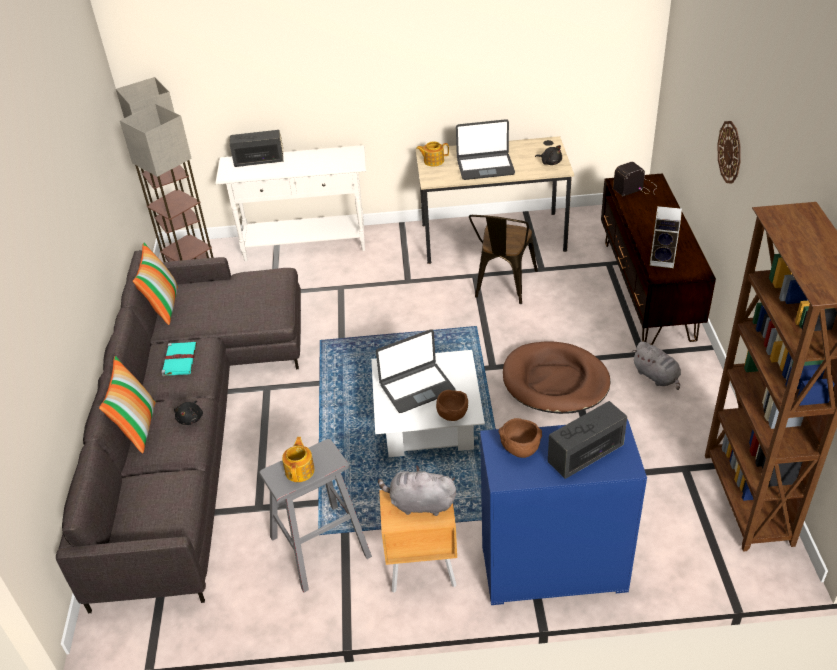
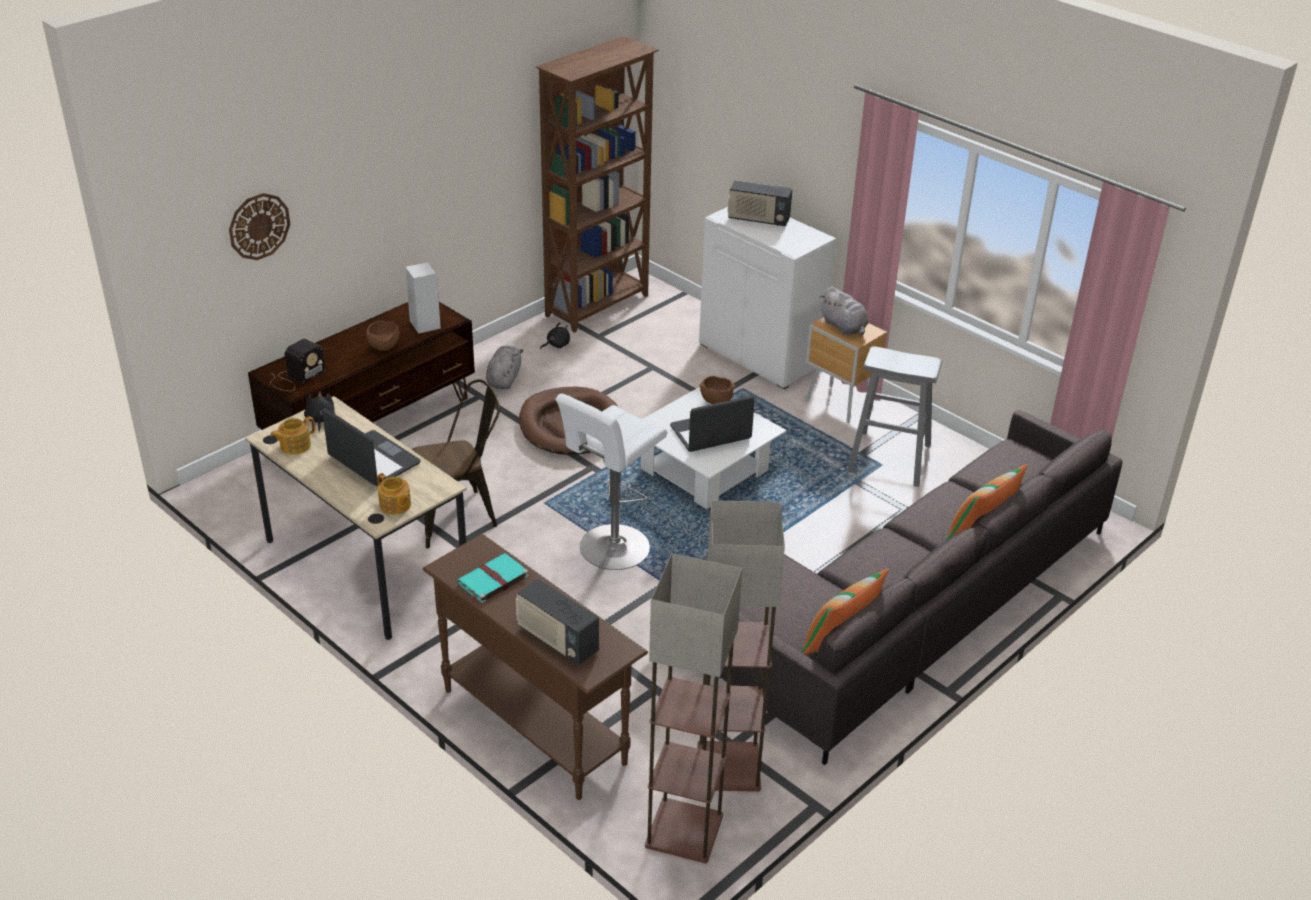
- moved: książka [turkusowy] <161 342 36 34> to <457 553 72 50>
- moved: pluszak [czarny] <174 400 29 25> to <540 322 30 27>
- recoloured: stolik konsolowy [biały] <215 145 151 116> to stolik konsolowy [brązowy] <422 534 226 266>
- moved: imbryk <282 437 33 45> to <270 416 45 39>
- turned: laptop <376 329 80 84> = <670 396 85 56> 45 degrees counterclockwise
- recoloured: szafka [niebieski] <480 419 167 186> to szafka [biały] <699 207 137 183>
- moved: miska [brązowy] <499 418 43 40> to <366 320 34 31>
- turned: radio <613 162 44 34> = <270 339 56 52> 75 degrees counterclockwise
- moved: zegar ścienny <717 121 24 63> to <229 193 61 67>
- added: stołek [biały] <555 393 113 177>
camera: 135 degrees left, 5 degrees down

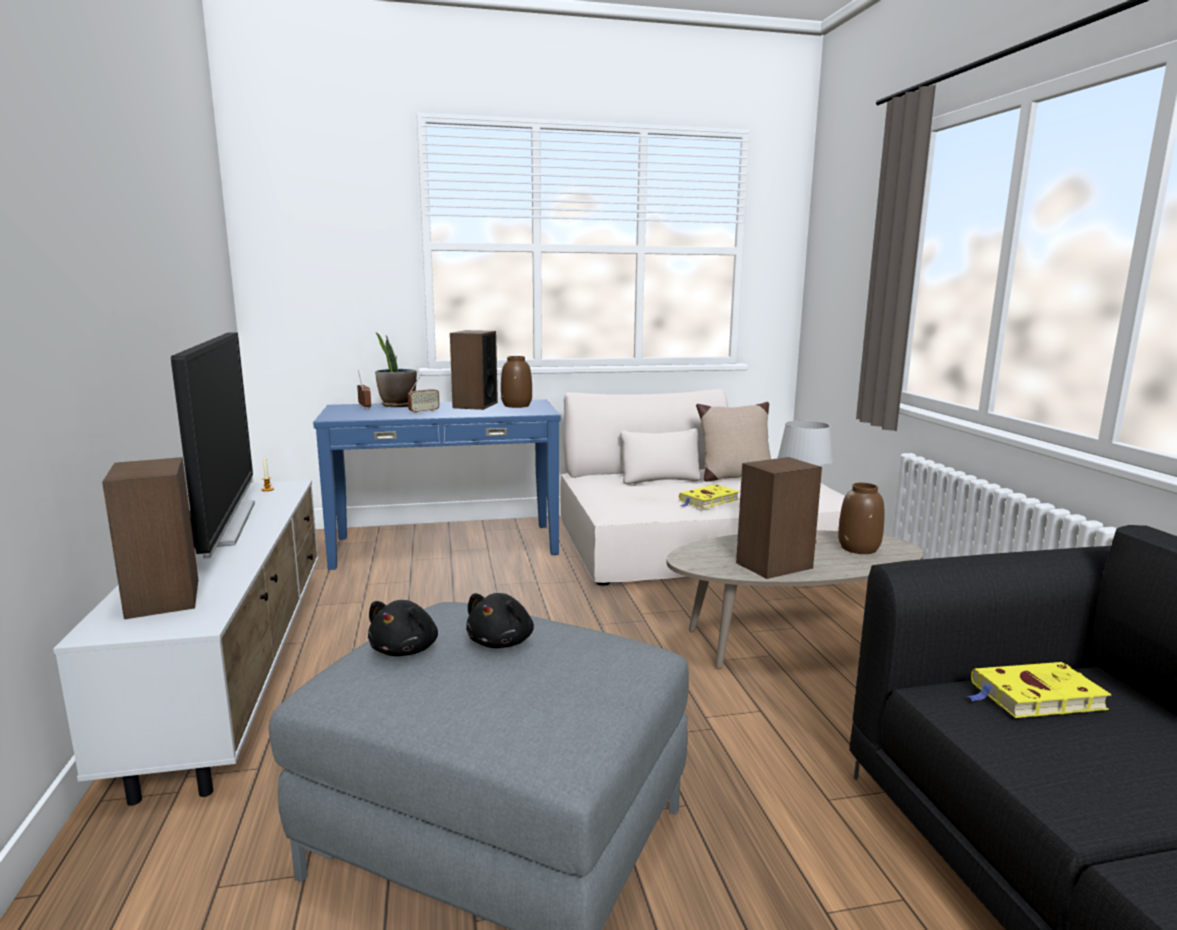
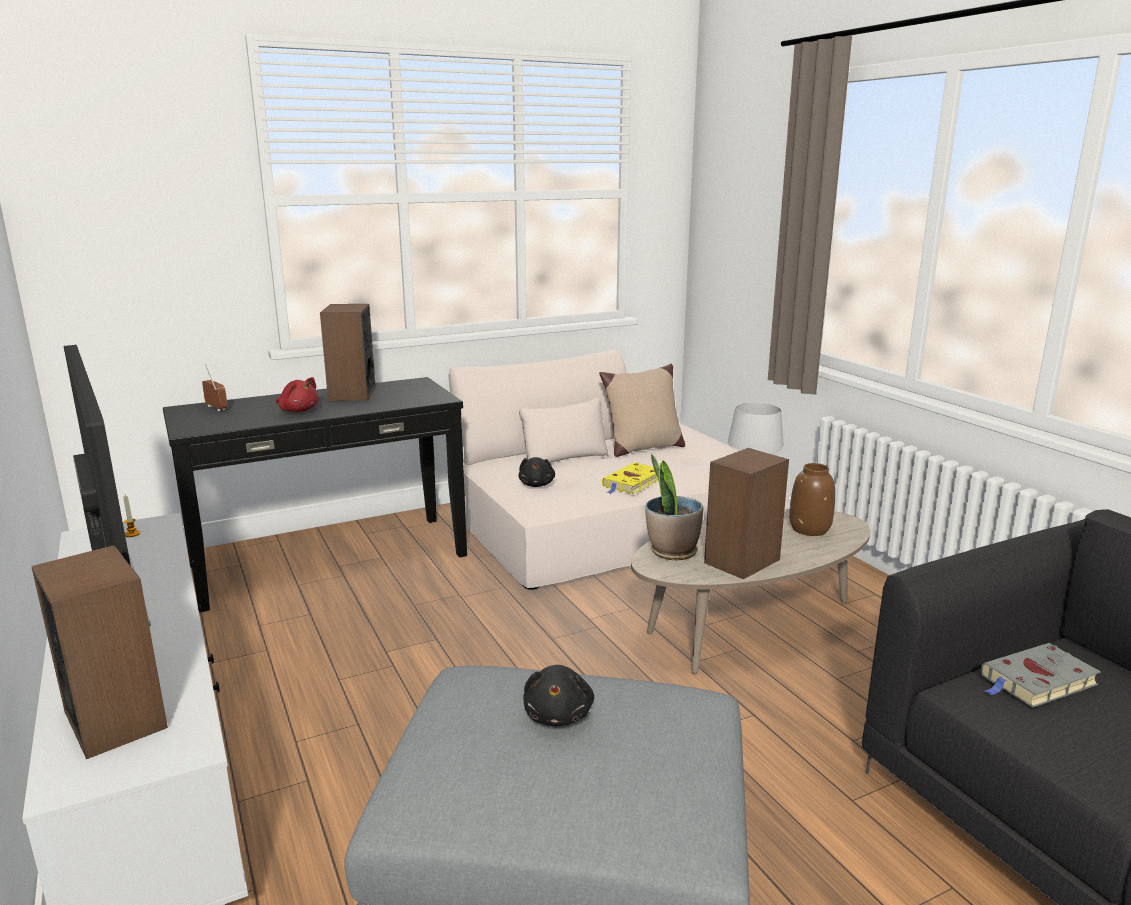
- recoloured: stolik konsolowy [niebieski] <313 399 248 171> to stolik konsolowy [czarny] <163 377 304 235>
- moved: pluszak [czarny] <368 600 70 56> to <518 457 37 30>
- moved: roślina doniczkowa <375 333 42 74> to <645 454 58 107>
- replaced: radio <408 374 32 40> to pluszak [czerwony] <276 377 43 35>
- removed: wazon [brązowy] <501 356 31 52>
- recoloured: książka [żółty] <967 662 145 56> to książka [szary] <981 643 120 65>
camera: 15 degrees left, 5 degrees up

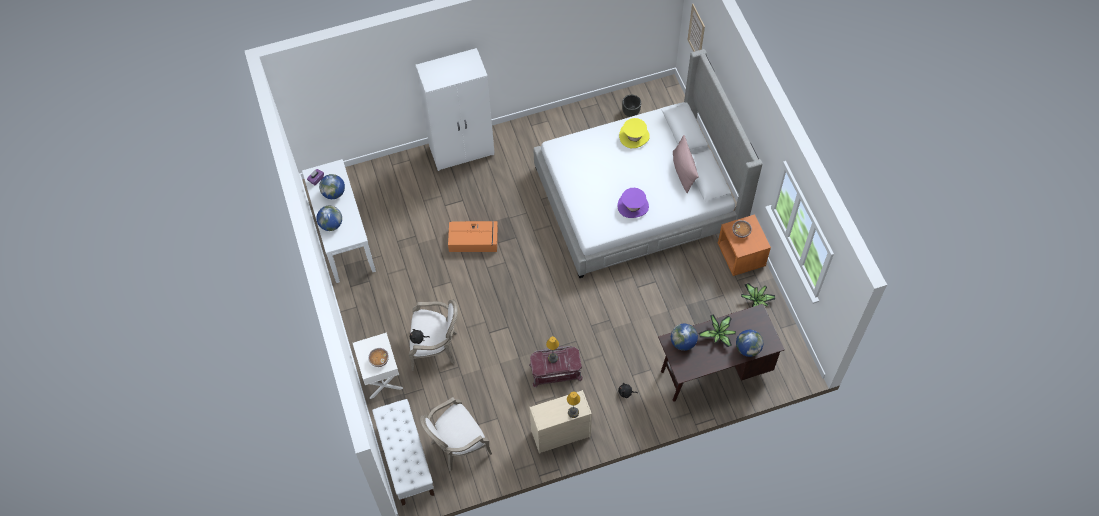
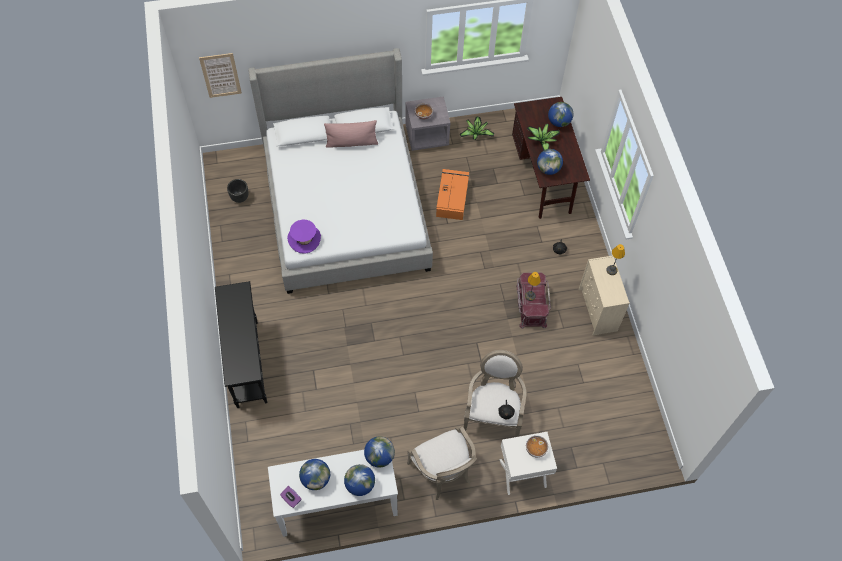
- removed: ławka [biały] <372 399 62 107>
- replaced: szafa [biały] <416 48 78 123> to stolik konsolowy [czarny] <215 281 52 127>
- moved: fotel <420 397 72 74> to <407 426 70 74>
- moved: pojemnik do przechowywania [pomarańczowy] <448 221 50 31> to <436 169 33 51>
- moved: kapelusz [fioletowy] <617 188 32 30> to <287 220 34 34>
- removed: kapelusz [żółty] <619 118 31 30>
- recoloured: szafka nocna [pomarańczowy] <718 214 53 62> to szafka nocna [szary] <405 96 46 55>
- added: globus <364 437 31 31>
camera: 85 degrees left, 0 degrees up

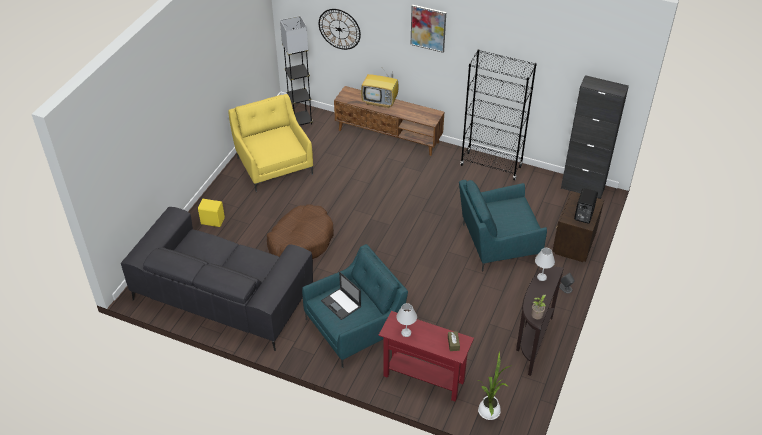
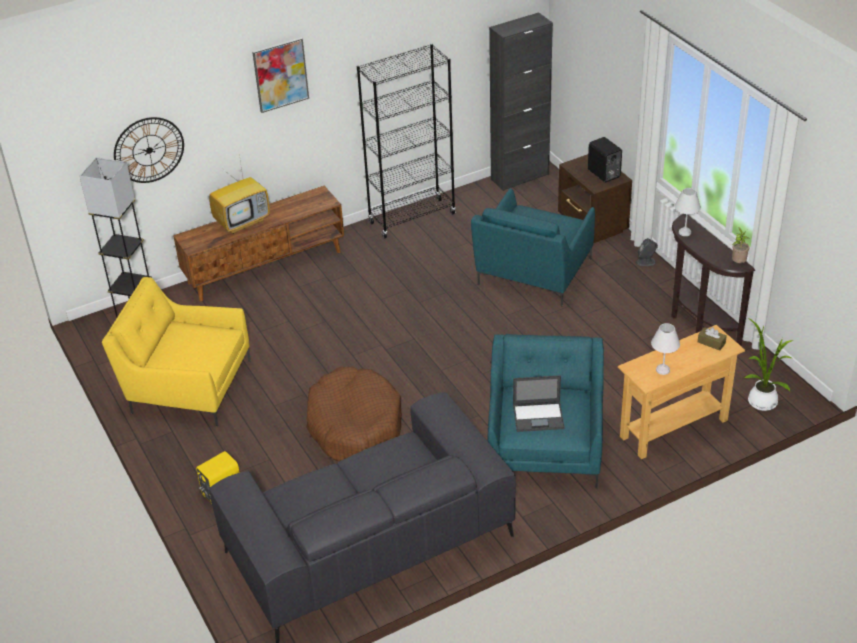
- recoloured: stolik konsolowy [czerwony] <378 311 96 91> to stolik konsolowy [beżowy] <618 325 127 134>
camera: 50 degrees left, 5 degrees down

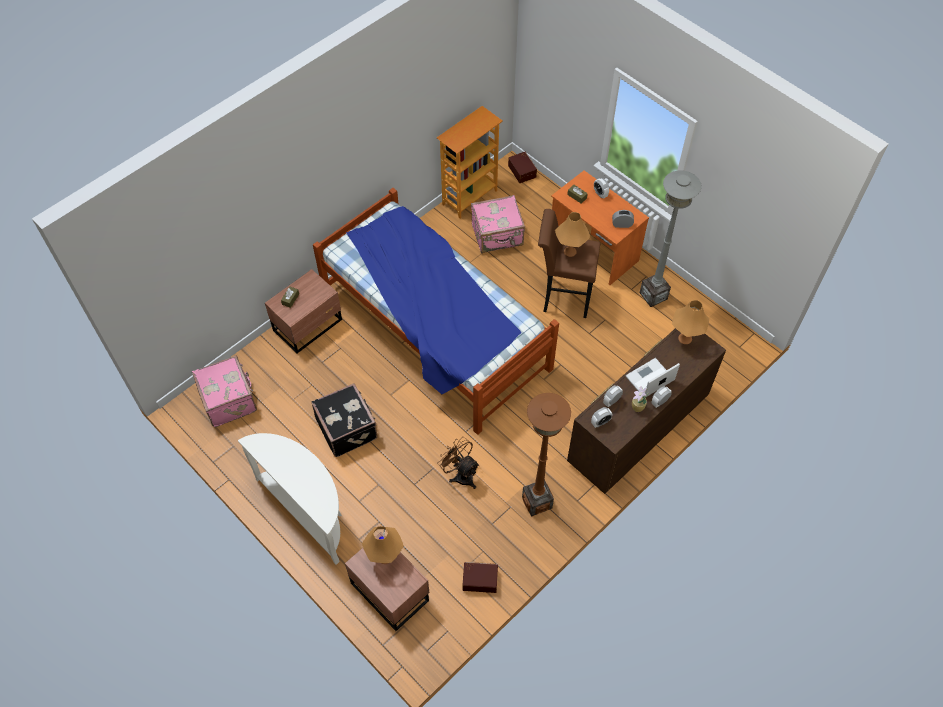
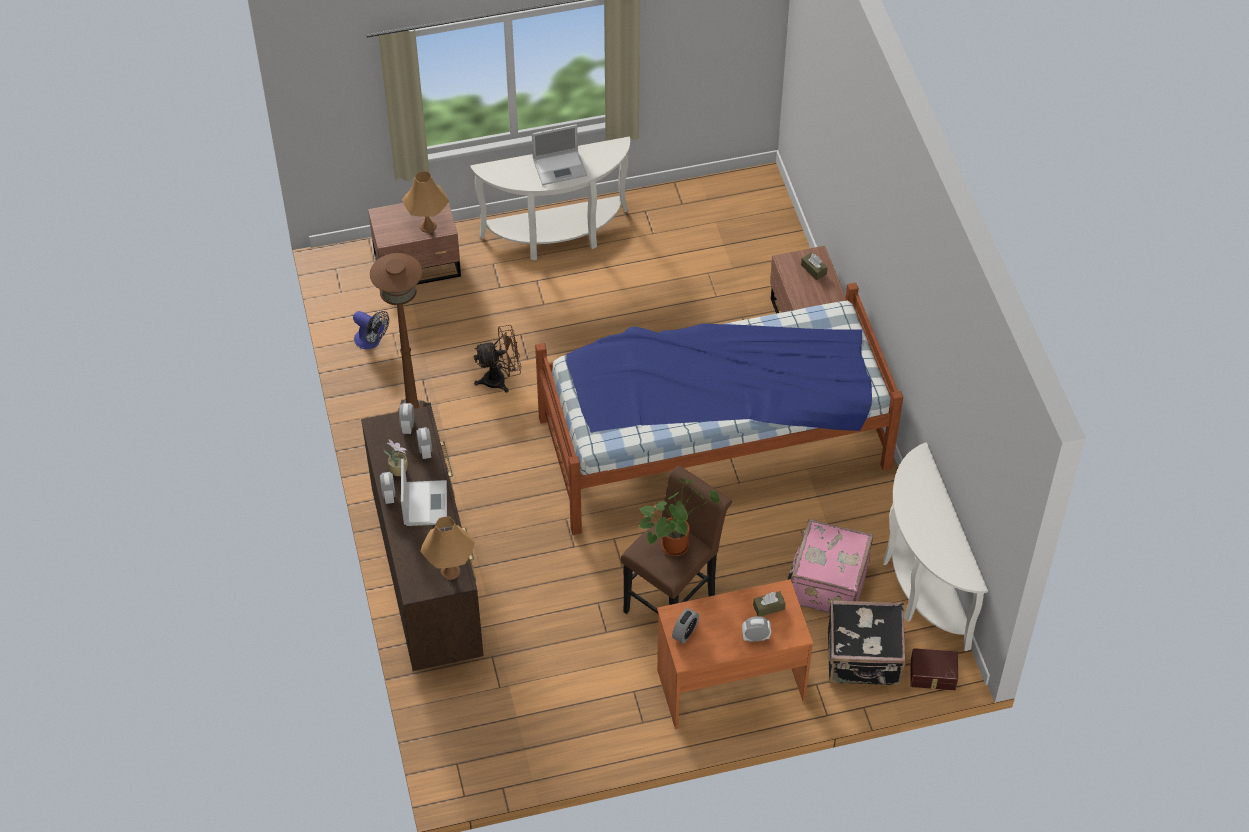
- removed: walizka [różowy] <192 355 65 72>
- moved: walizka [czarny] <311 383 67 74> to <828 600 78 86>
- replaced: regał <437 106 65 112> to stolik konsolowy [biały] <883 442 105 209>
- replaced: pojemnik do przechowywania [brązowy] <462 562 36 31> to wentylator <353 311 36 38>
- replaced: lampa stołowa [pomarańczowy] <555 212 35 45> to roślina doniczkowa <639 478 81 78>
- removed: lampa stojąca [szary] <640 170 62 137>
- added: laptop <532 124 55 61>
camera: 120 degrees right, 5 degrees down

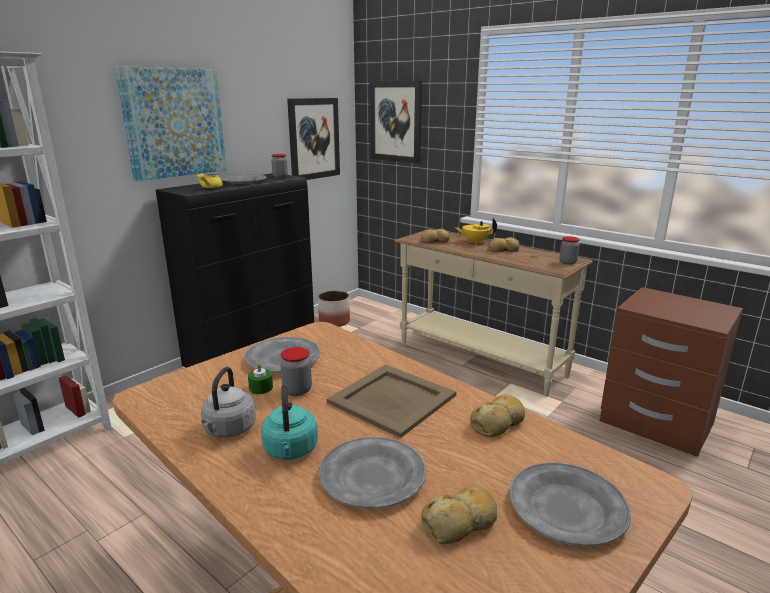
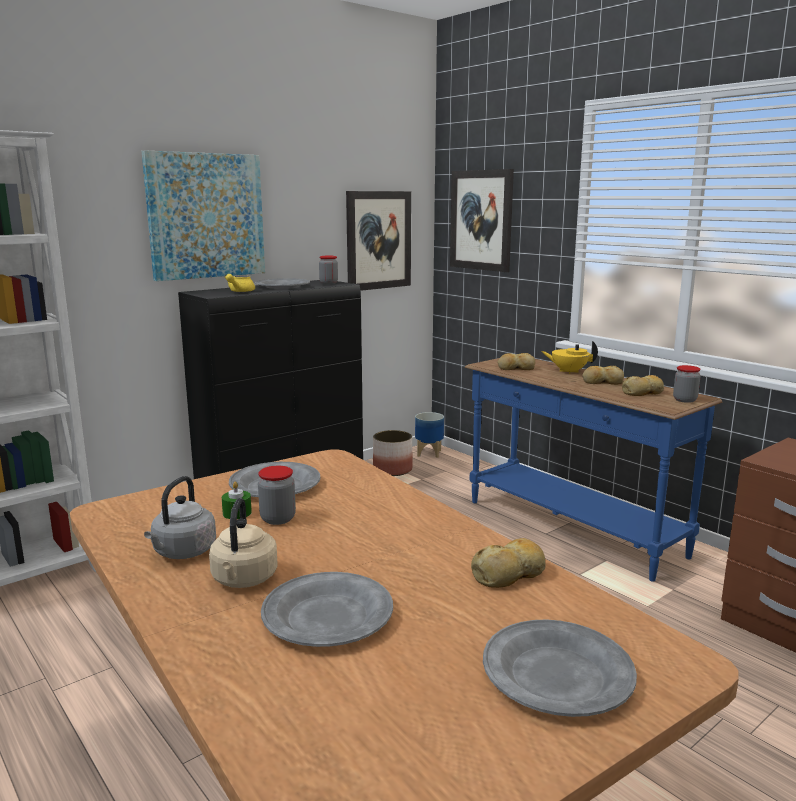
- recoloured: czajnik [turkusowy] <261 385 57 75> to czajnik [beżowy] <209 498 69 90>
- removed: taca [beżowy] <327 364 129 74>
- recoloured: stolik konsolowy [beżowy] <394 229 199 168> to stolik konsolowy [niebieski] <465 358 257 224>
- moved: chleb <421 486 76 58> to <622 375 42 21>
- added: donica <415 412 29 46>
camera: 10 degrees right, 5 degrees down

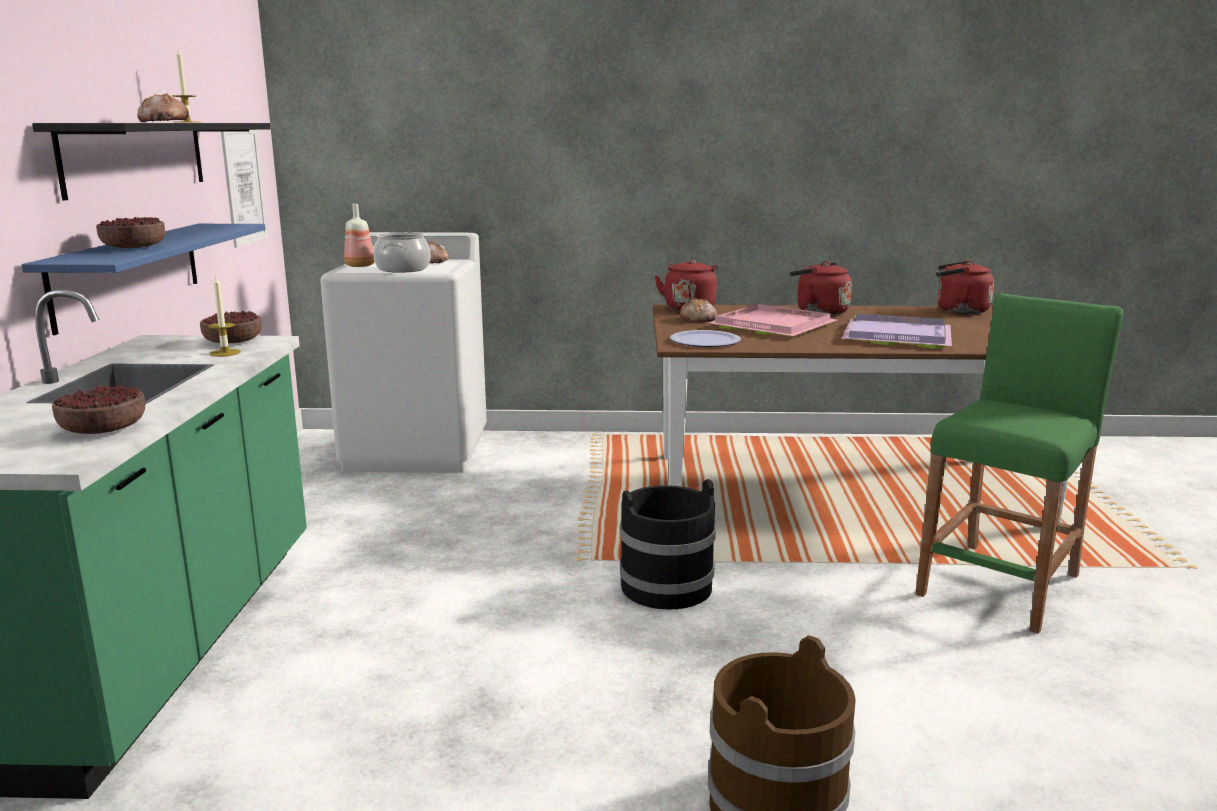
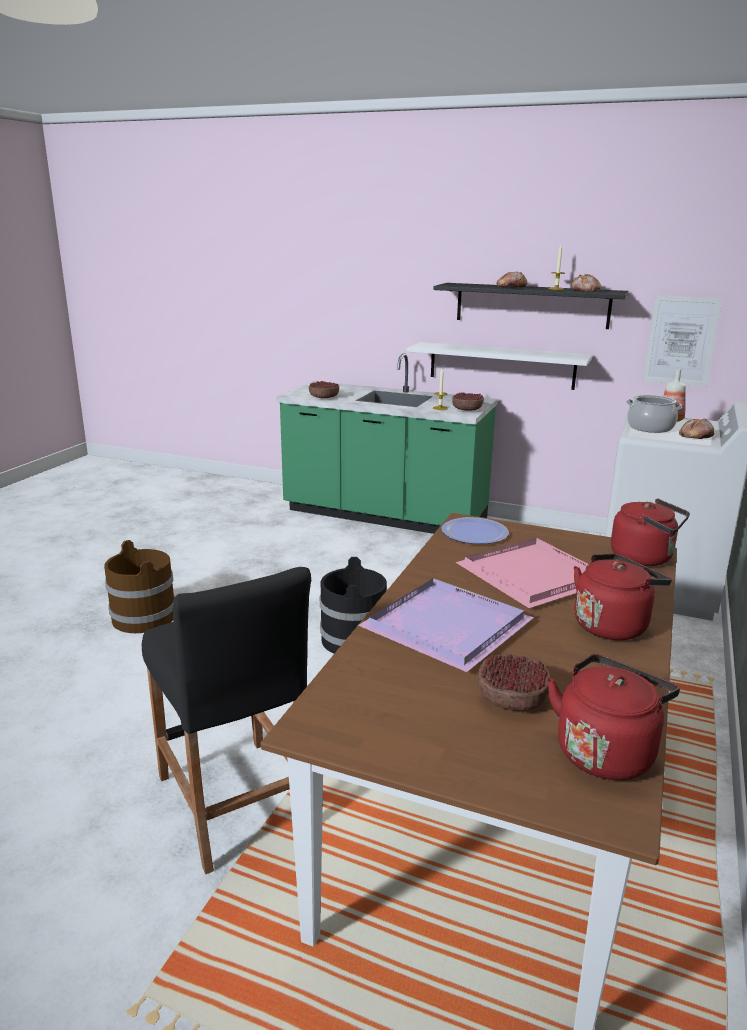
- recoloured: półka [niebieski] <21 224 245 111> to półka [biały] <407 342 186 48>
- moved: miska <96 217 69 31> to <478 654 73 57>
- moved: chleb <680 298 37 24> to <571 274 30 17>
- recoloured: stołek [zielony] <915 293 208 341> to stołek [czarny] <142 567 169 308>
camera: 110 degrees right, 5 degrees up

